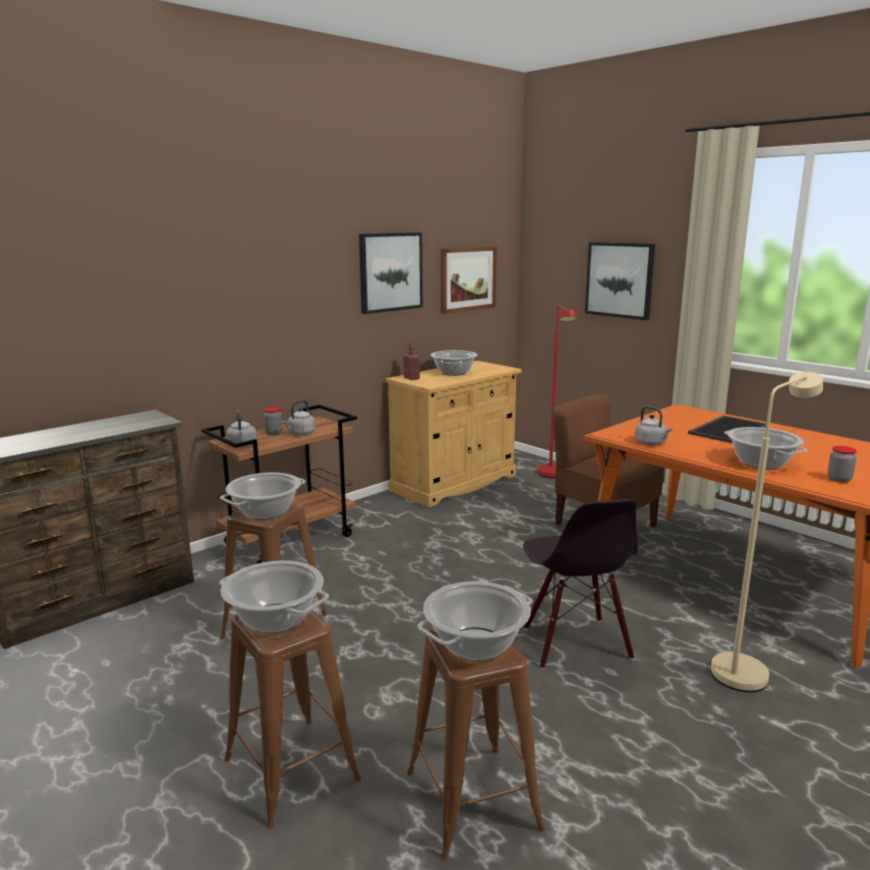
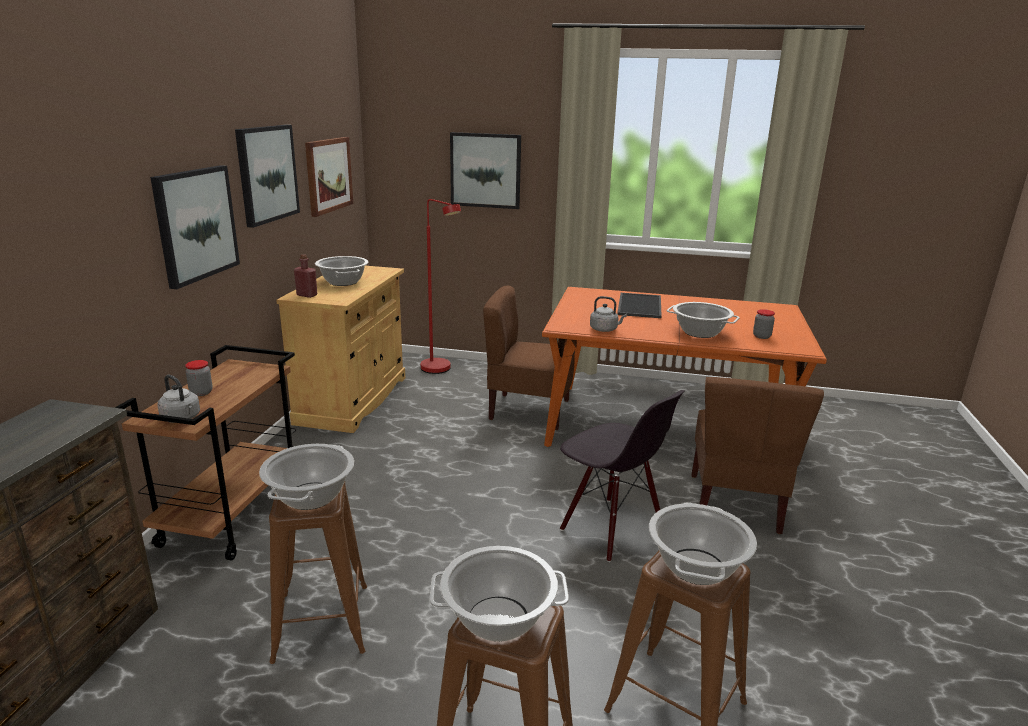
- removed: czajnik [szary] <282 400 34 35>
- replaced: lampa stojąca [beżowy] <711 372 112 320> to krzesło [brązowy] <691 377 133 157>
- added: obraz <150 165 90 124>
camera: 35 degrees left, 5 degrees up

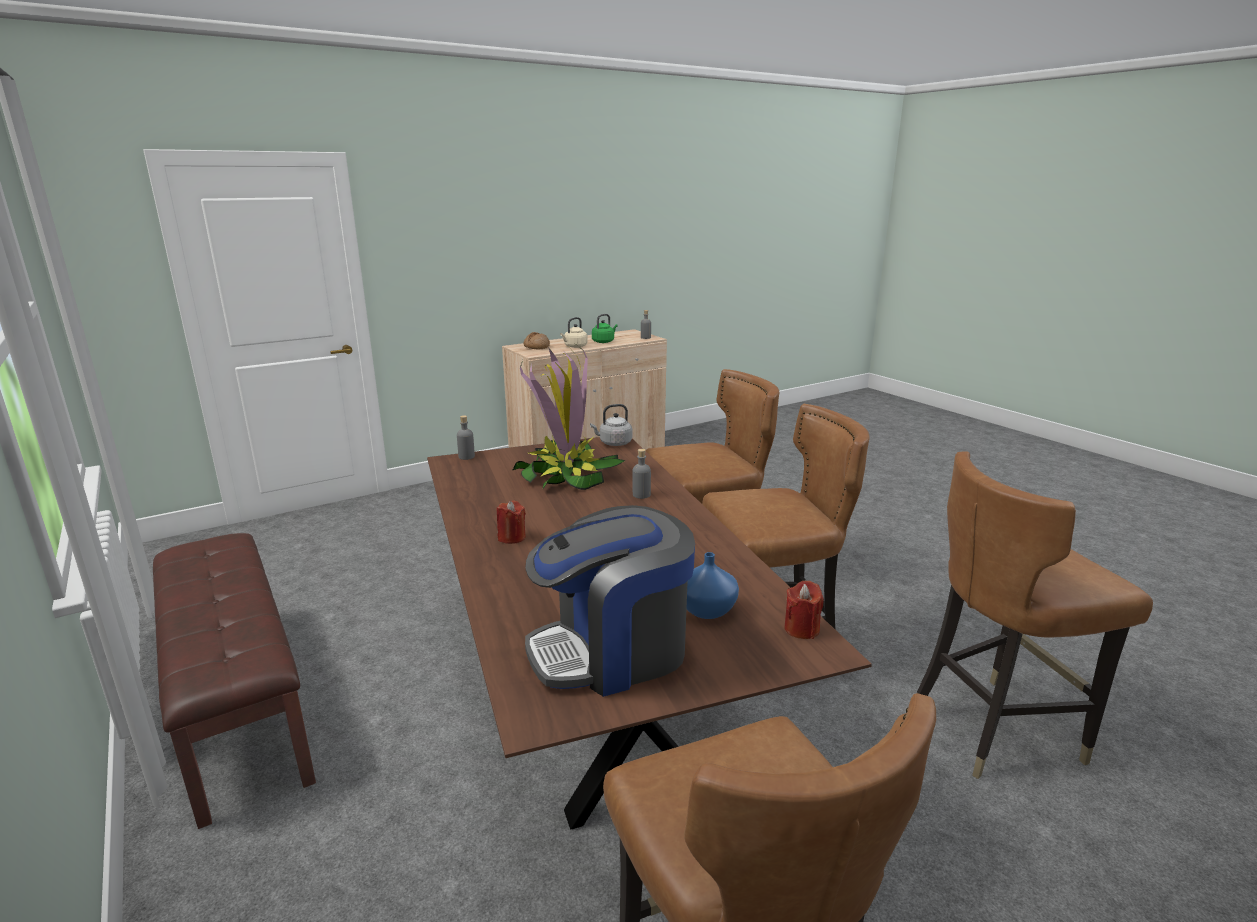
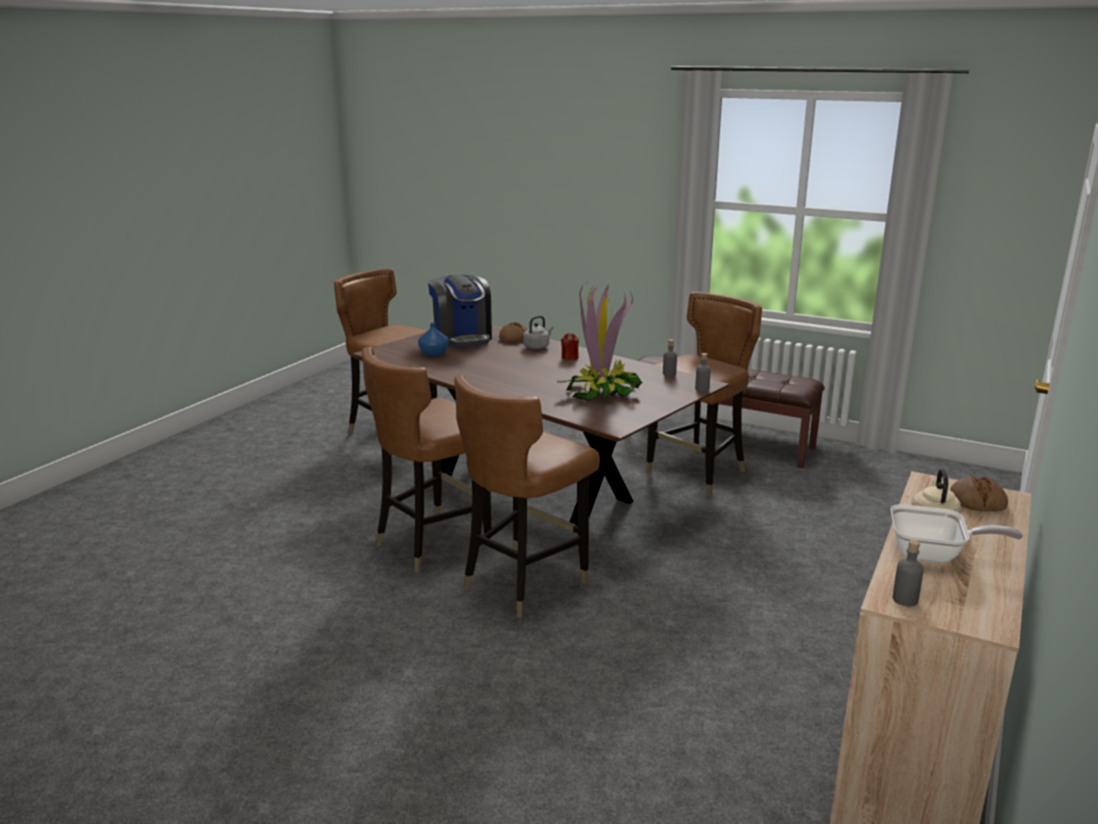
- turned: ekspres do kawy <525 505 170 192> = <428 275 64 72> 120 degrees clockwise
- moved: czajnik [szary] <590 404 42 42> to <523 316 30 33>
- replaced: czajnik [zielony] <592 314 26 29> to patelnia <890 504 133 59>
- moved: butelka [szary] <632 449 19 50> to <663 339 14 37>
- removed: świeca [czerwony] <784 581 40 58>
- moved: krzesło [brązowy] <917 452 236 327> to <646 292 116 205>
- added: chleb <499 322 29 20>
camera: 150 degrees right, 0 degrees up

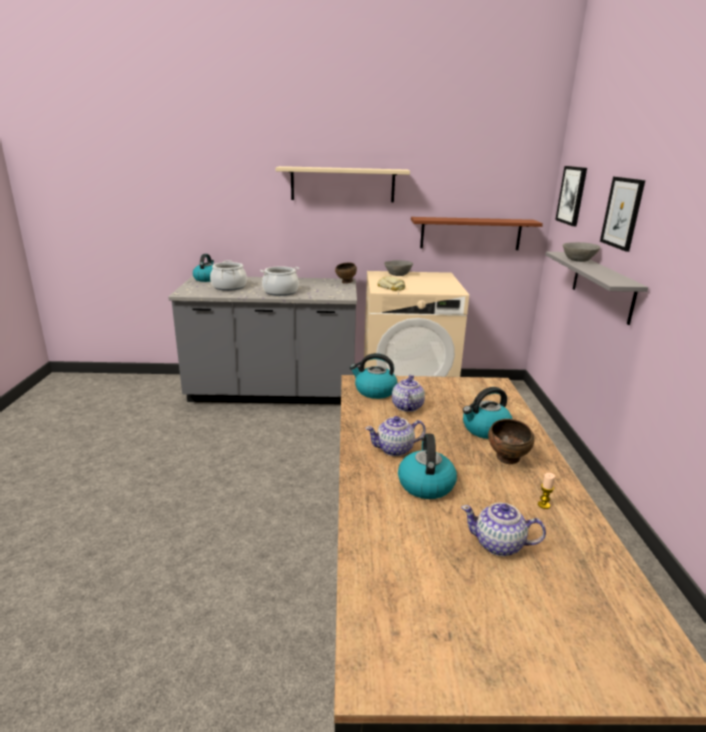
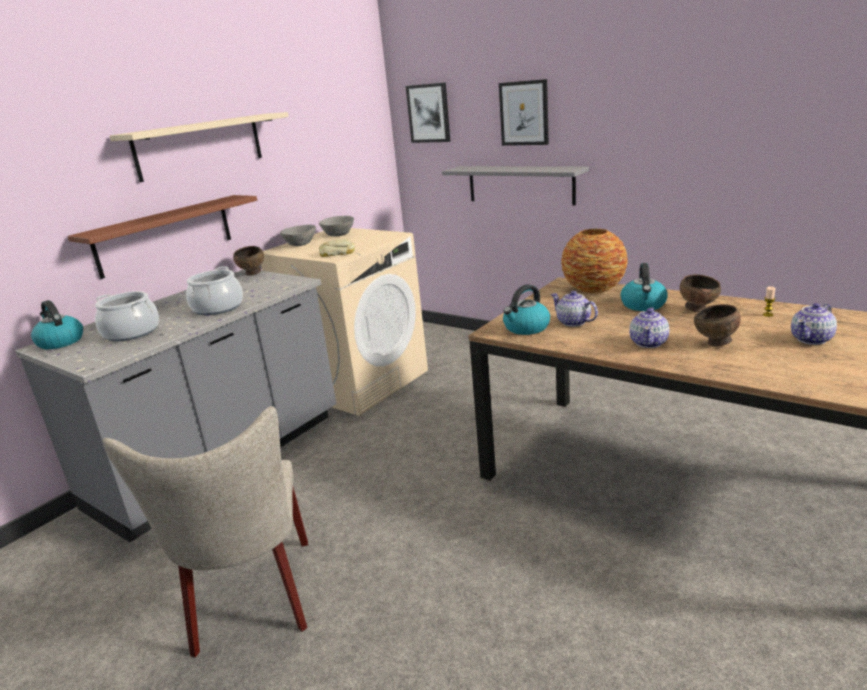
- replaced: czajnik <398 433 59 66> to miska [brązowy] <694 304 47 43>
- moved: półka [brązowy] <411 217 132 33> to <67 195 190 84>
- moved: miska [szary] <563 242 38 20> to <319 216 35 20>
- added: krzesło [beżowy] <102 406 206 252>
- added: wazon <561 229 67 65>
camera: 50 degrees left, 0 degrees up

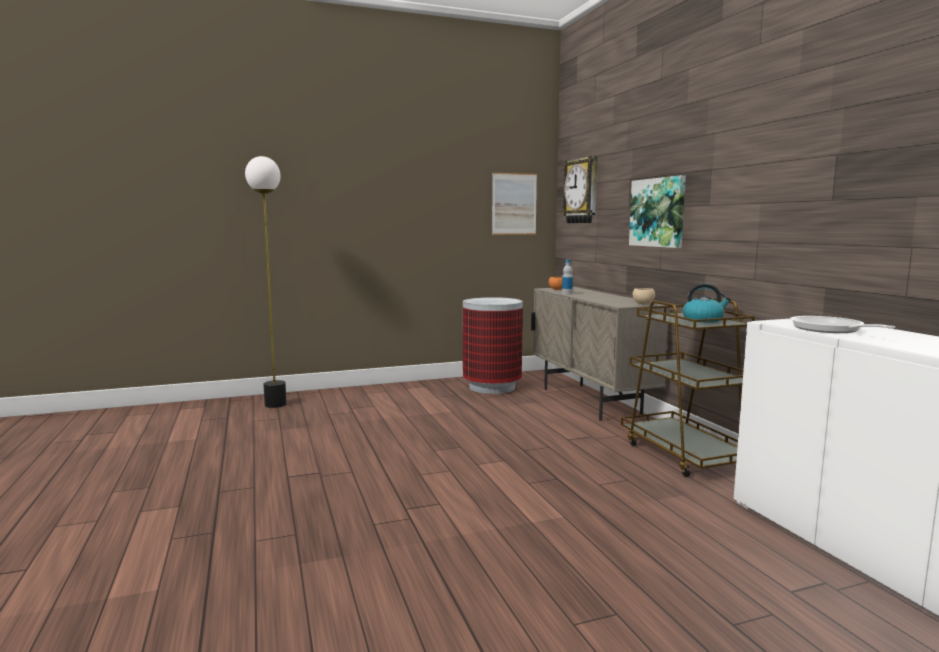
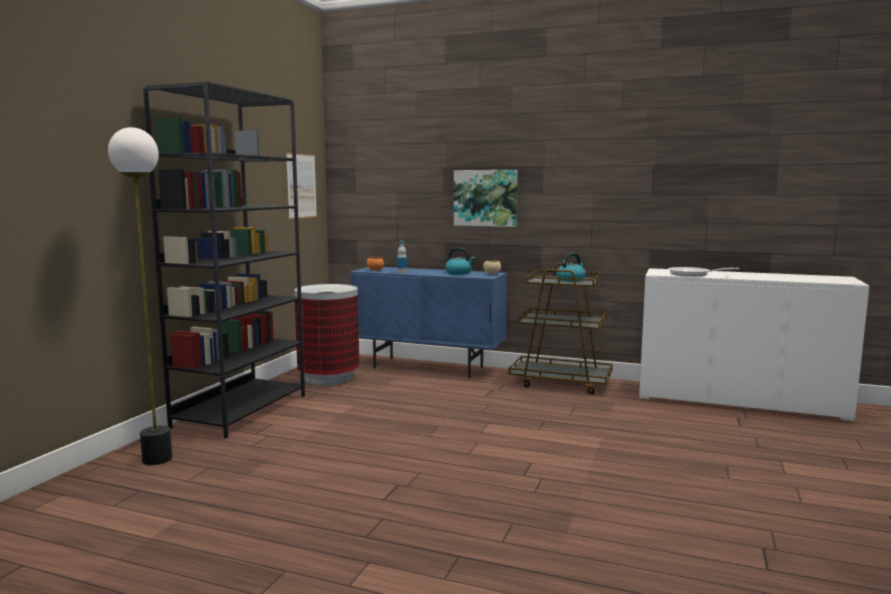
- recoloured: szafka [beżowy] <531 287 138 134> to szafka [niebieski] <350 267 157 112>
- removed: zegar ścienny <562 156 36 67>
- added: regał [czarny] <143 81 162 358>
- added: czajnik <445 248 30 27>
camera: 50 degrees left, 0 degrees up

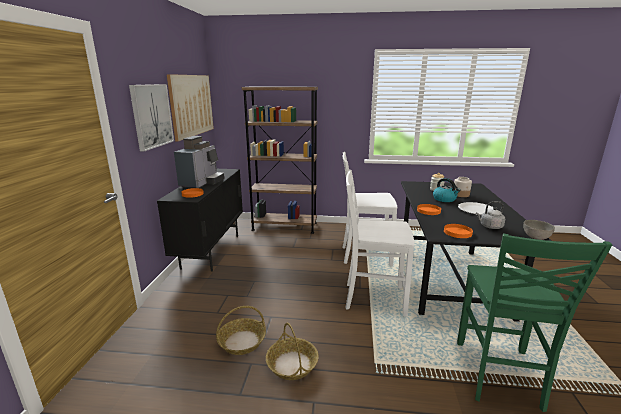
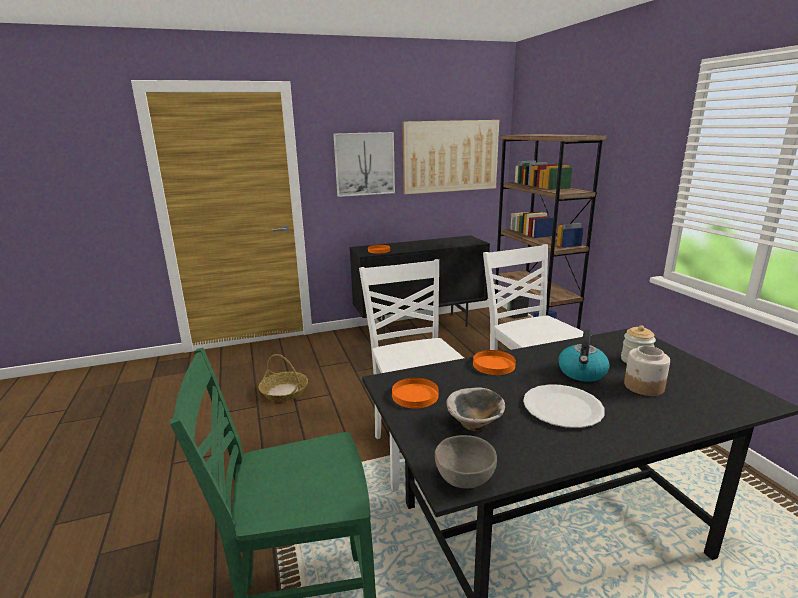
- removed: ekspres do kawy <174 136 51 52>
- removed: koszyk <266 322 53 58>
- replaced: czajnik [szary] <476 201 29 28> to miska <447 387 58 45>
camera: 65 degrees right, 0 degrees up

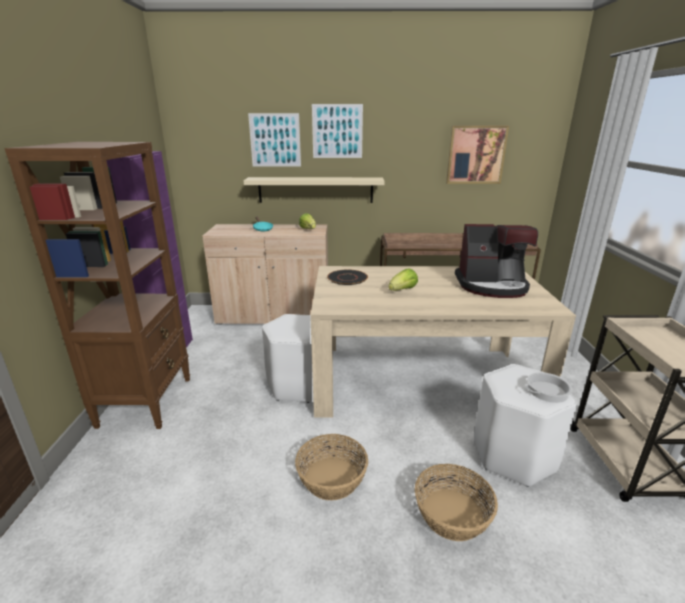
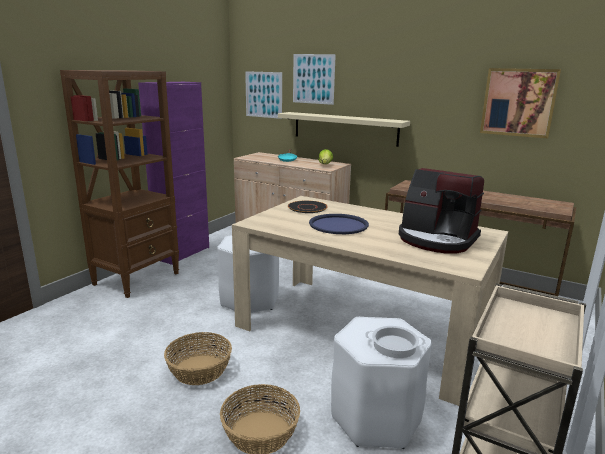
- moved: obraz <312 104 51 54> to <245 71 37 48>
- replaced: sałata <388 268 30 23> to taca [niebieski] <309 214 60 20>
camera: 30 degrees right, 5 degrees down

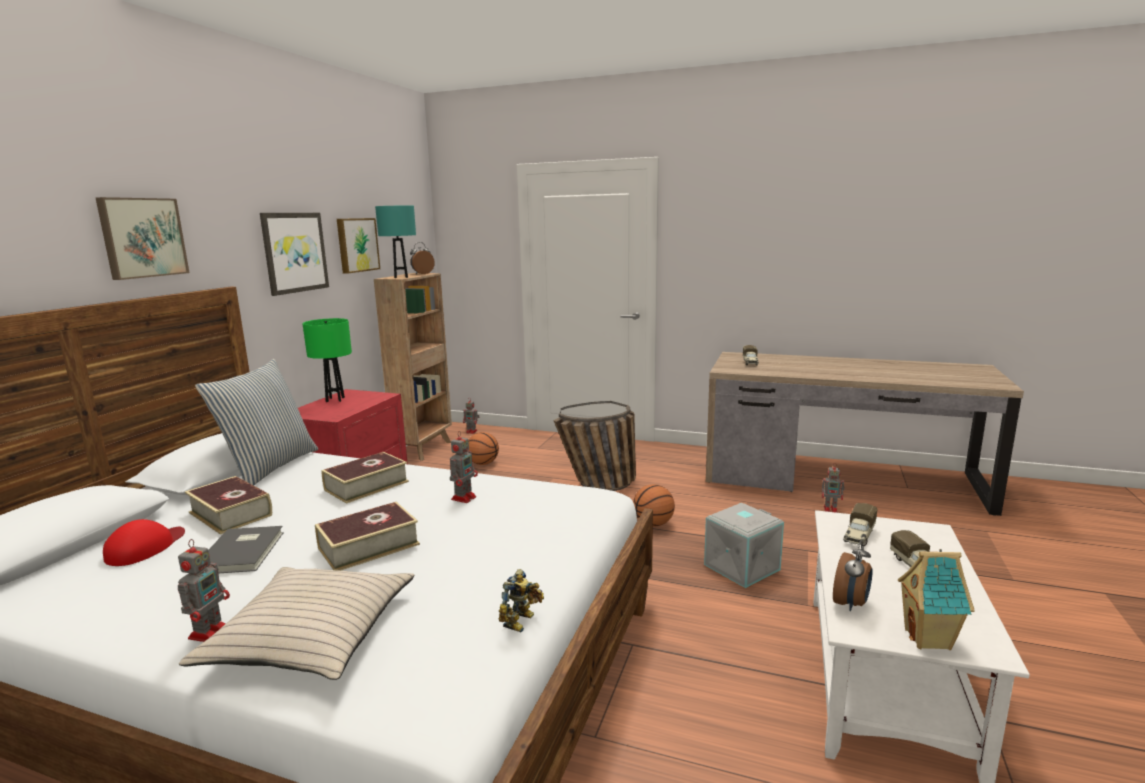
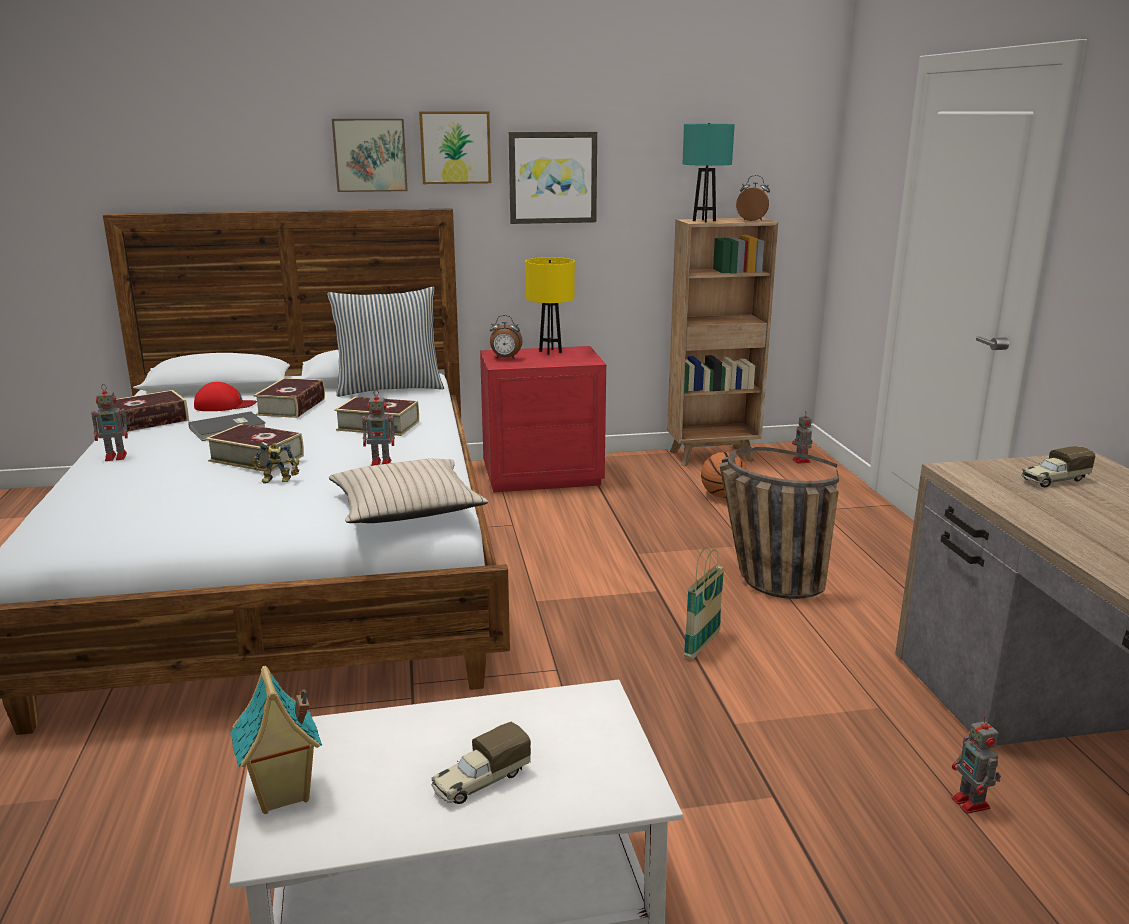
- moved: poduszka [beżowy] <179 567 235 113> to <329 458 159 65>
- recoloured: lampa stołowa [zielony] <302 318 50 84> to lampa stołowa [żółty] <525 257 50 98>
- moved: obraz <337 218 43 56> to <419 111 72 73>
- moved: robot zabawkowy <499 569 45 63> to <252 442 47 41>
- replaced: piłka do koszykówki <633 484 42 43> to koszyk <684 547 40 112>
- removed: pojemnik do przechowywania [szary] <704 503 80 85>
- moved: budzik <833 541 40 70> to <490 315 33 44>
- removed: ciężarówka zabawkowa <843 503 35 43>
- added: książka <114 390 75 41>
camera: 60 degrees right, 5 degrees up

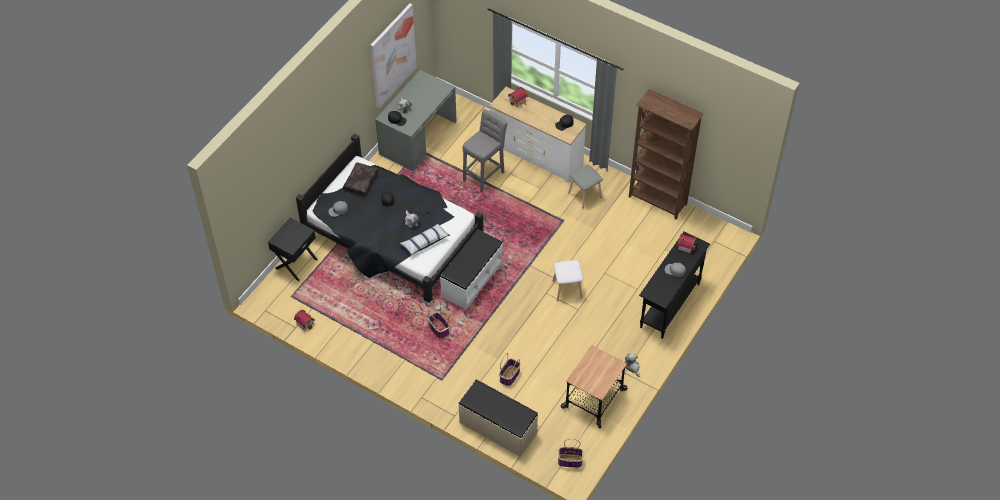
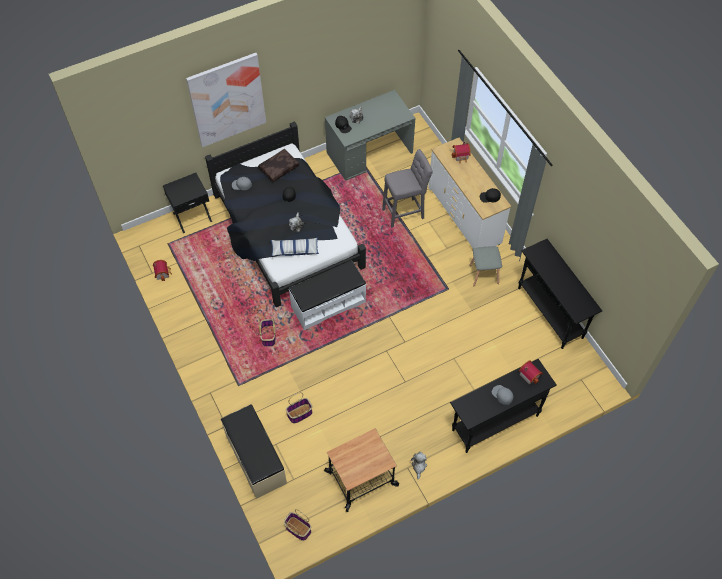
- moved: obraz <371 4 46 104> to <186 53 80 94>
- removed: stołek [biały] <552 260 31 41>
- replaced: regał [brązowy] <629 89 75 131> to stolik konsolowy [czarny] <518 239 84 110>
camera: 30 degrees right, 5 degrees up

